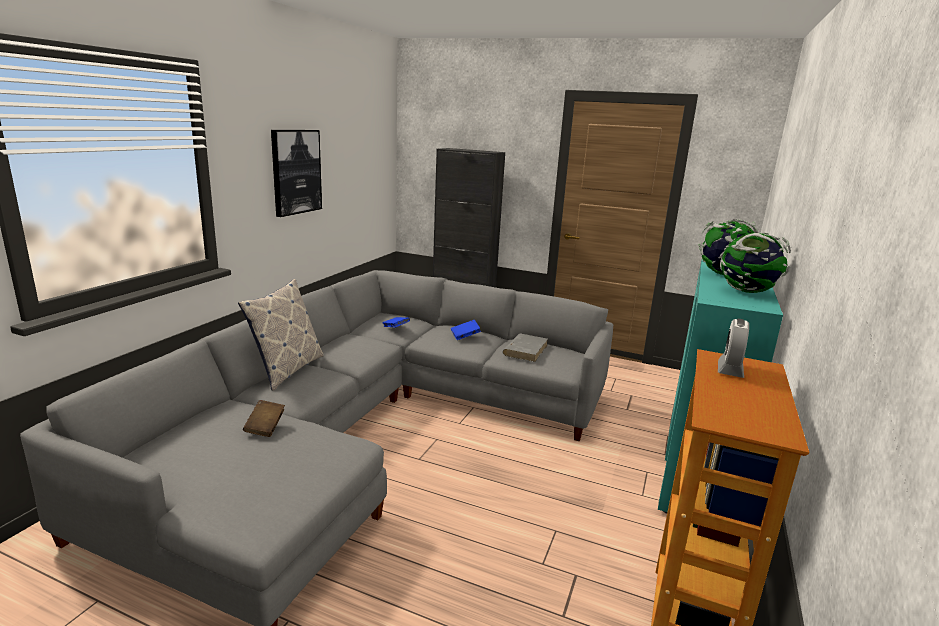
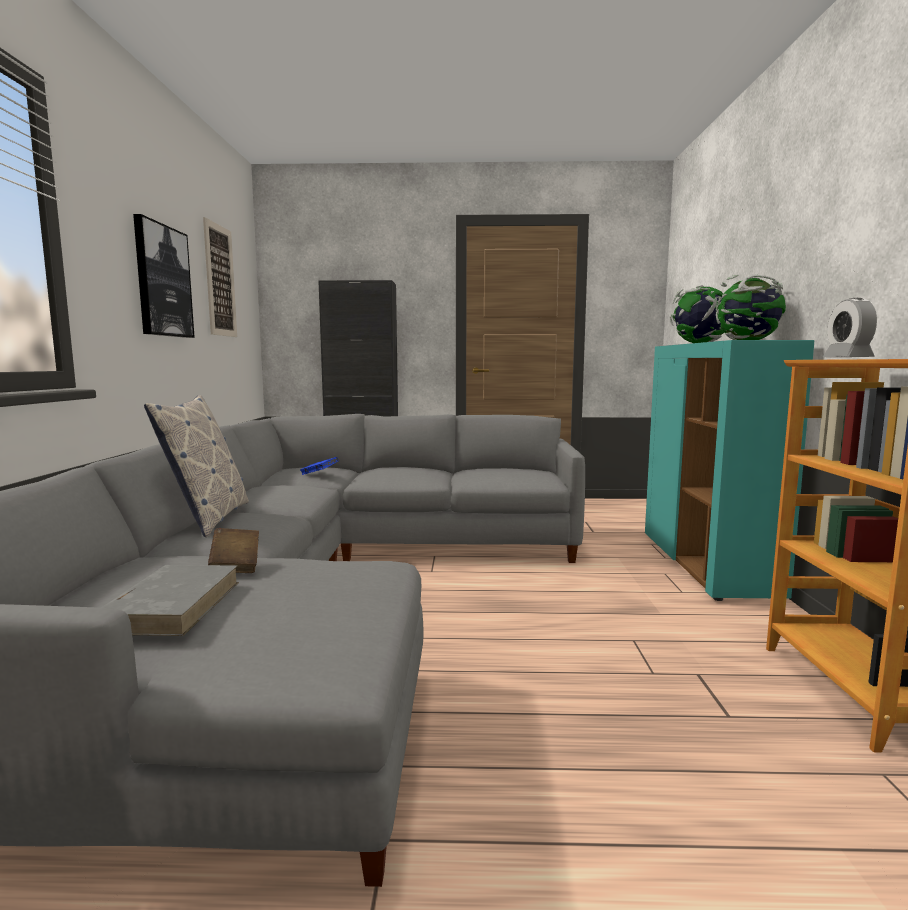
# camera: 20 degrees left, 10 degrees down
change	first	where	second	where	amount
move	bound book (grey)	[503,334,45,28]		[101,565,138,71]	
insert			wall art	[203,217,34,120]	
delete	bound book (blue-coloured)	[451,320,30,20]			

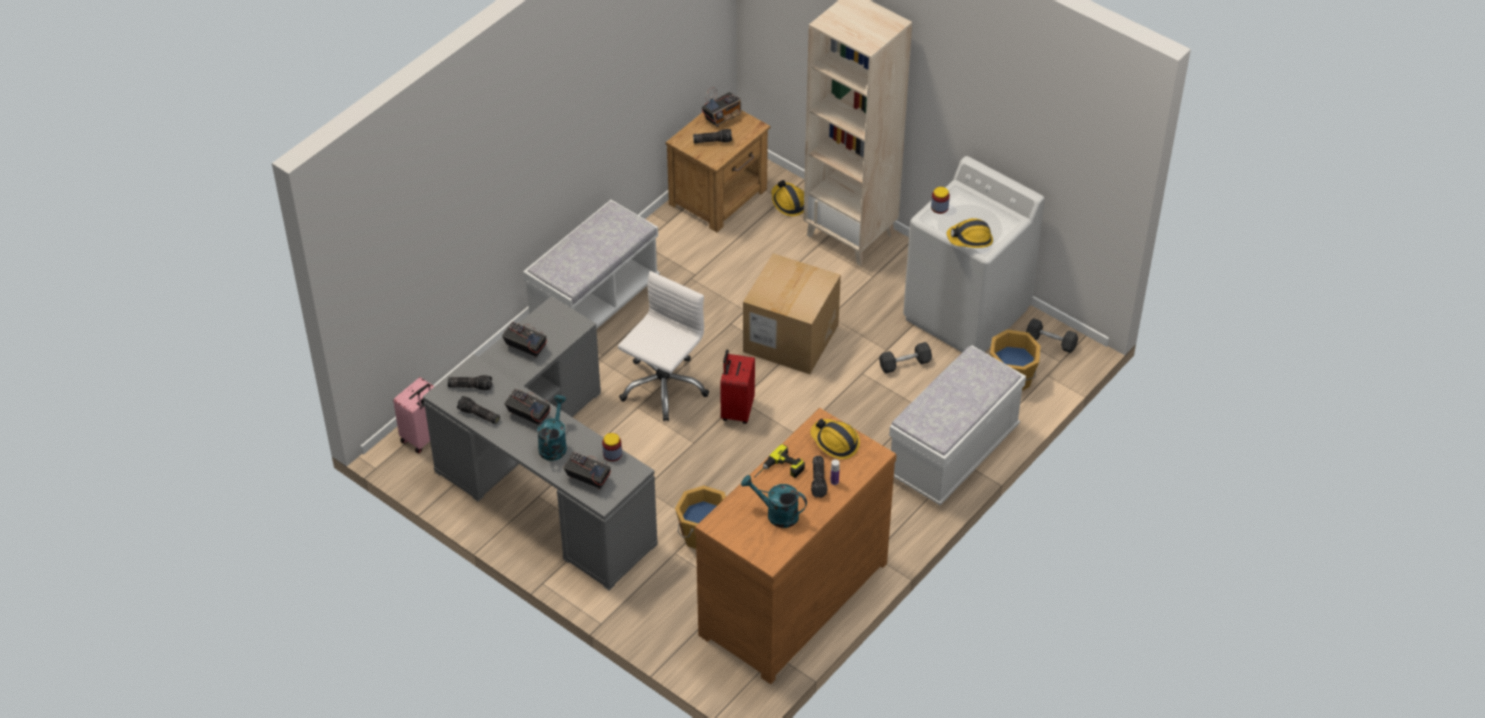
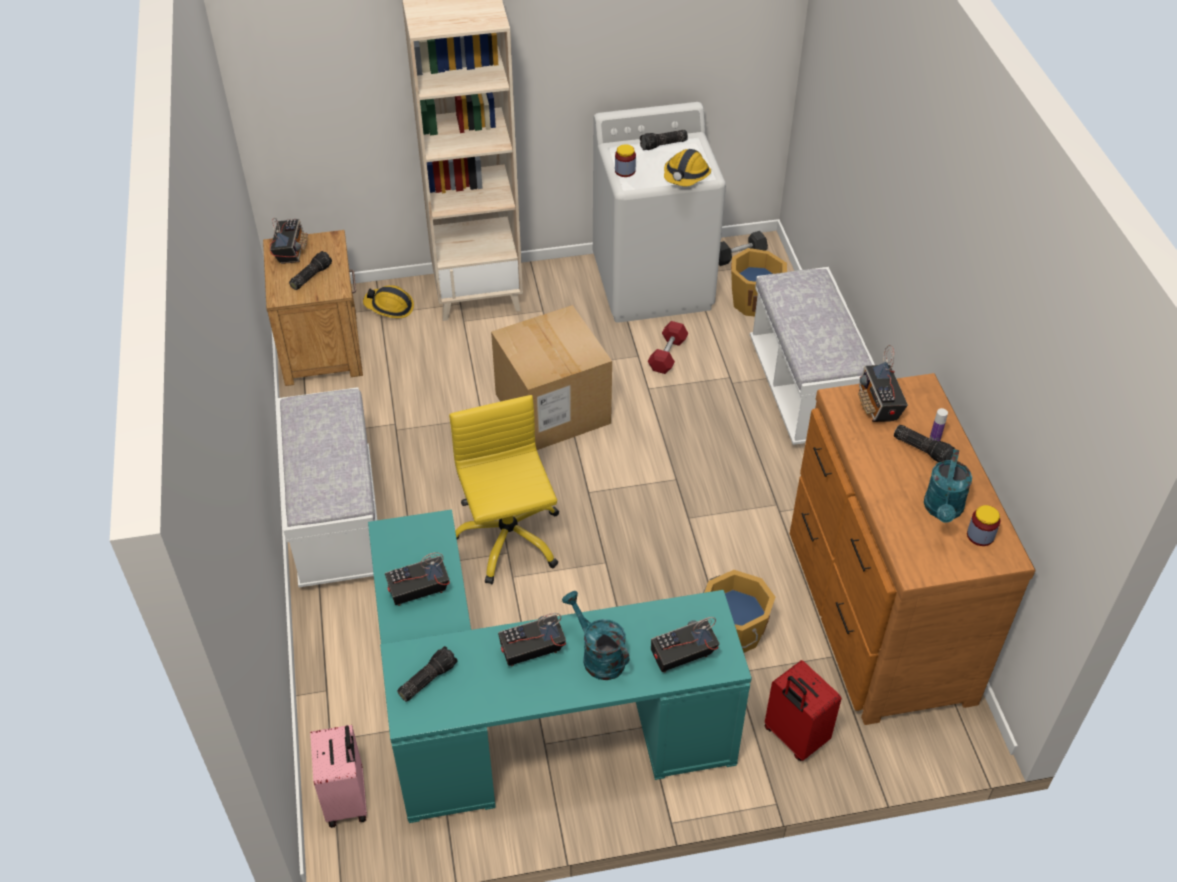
# camera: 50 degrees left, 0 degrees up
change	first	where	second	where	amount
recolor	desk table (grey)	[423,296,235,295]	desk table (blue-green)	[368,510,384,313]	
recolor	desk chair (whitish)	[618,271,91,150]	desk chair (yellow-coloured)	[449,395,110,189]	
move	torch	[457,396,43,28]		[640,130,48,20]	
recolor	hand weight (grey)	[879,342,53,31]	hand weight (reddish)	[648,321,40,53]	
move	suitcase (reddish)	[720,350,35,74]		[764,660,77,101]	
replace	hard hat	[810,418,50,41]	radio	[858,345,50,77]	
rotate	watering can (blue-green)	[741,475,66,53]		[924,449,48,74]	45 degrees counterclockwise
move	storage jar	[602,433,20,28]		[967,505,33,41]	
delete	power drill	[754,444,51,34]			

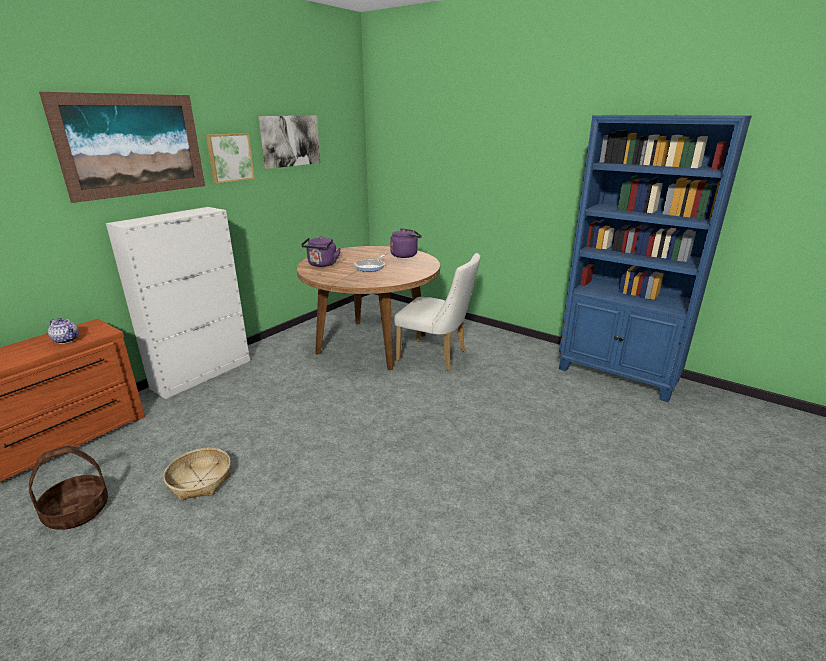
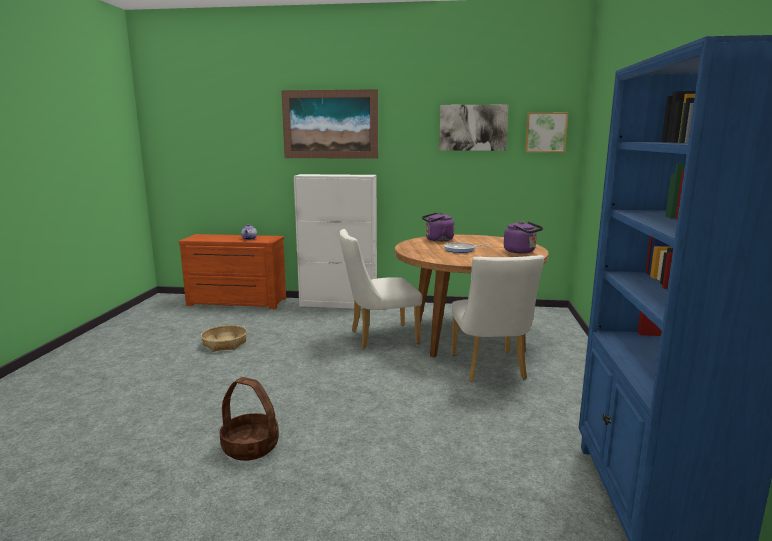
# camera: 60 degrees right, 10 degrees down
change	first	where	second	where	amount
move	household basket	[29,446,79,84]		[220,377,59,84]	
insert			upright chair (whitish)	[339,229,83,120]	
move	wall art	[206,133,49,51]		[525,112,43,40]	

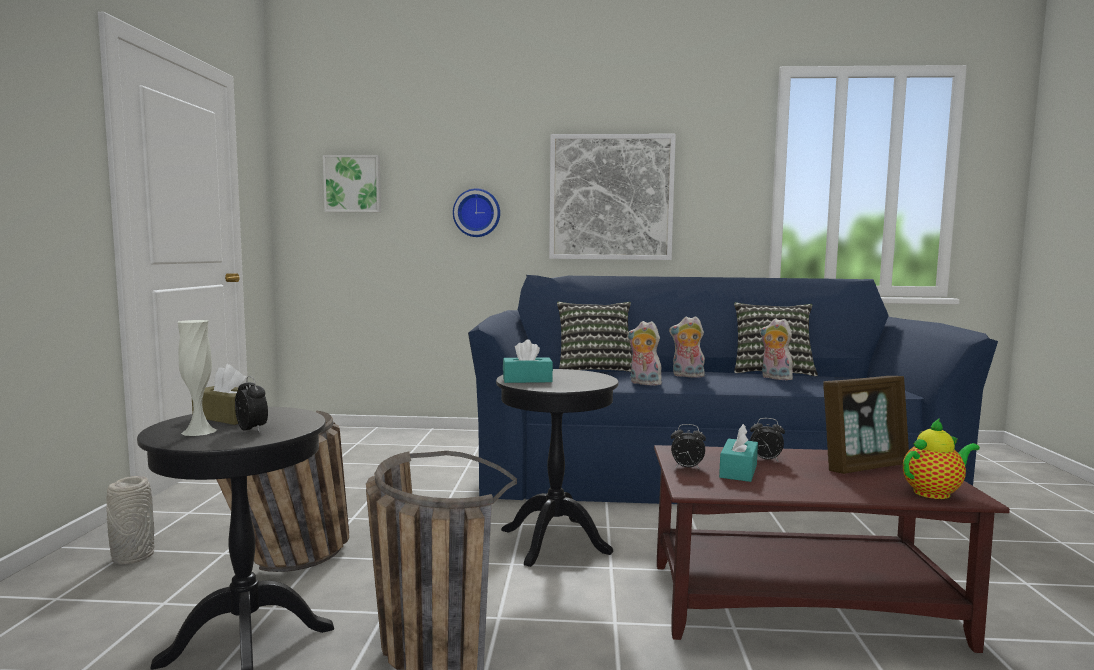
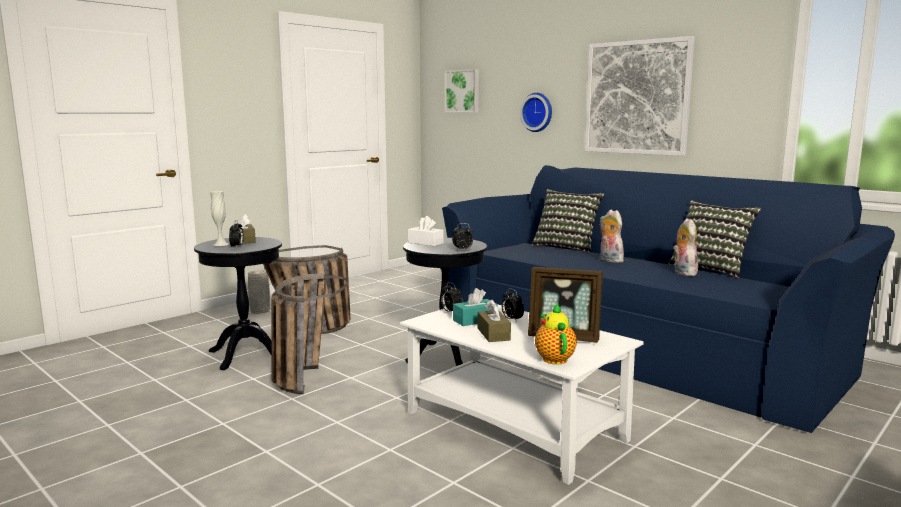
# camera: 40 degrees right, 5 degrees up
change	first	where	second	where	amount
recolor	low table (brown)	[654,445,356,208]	low table (whitish)	[400,301,244,184]	
recolor	tissue holder (blue-green)	[503,339,50,44]	tissue holder (whitish)	[408,216,36,30]	
insert			alarm clock	[452,223,21,27]	
insert			tissue holder (brown)	[478,299,33,43]	
rotate	tea pot	[903,418,77,81]		[535,304,42,60]	120 degrees counterclockwise
delete	cuddly toy	[627,321,35,64]			

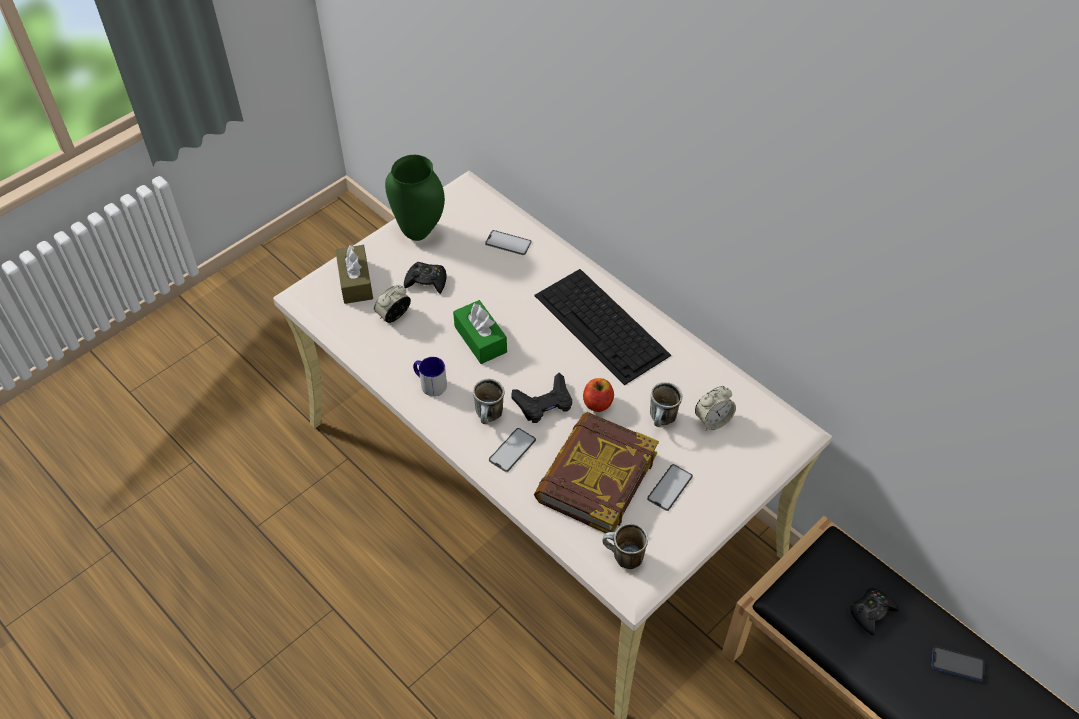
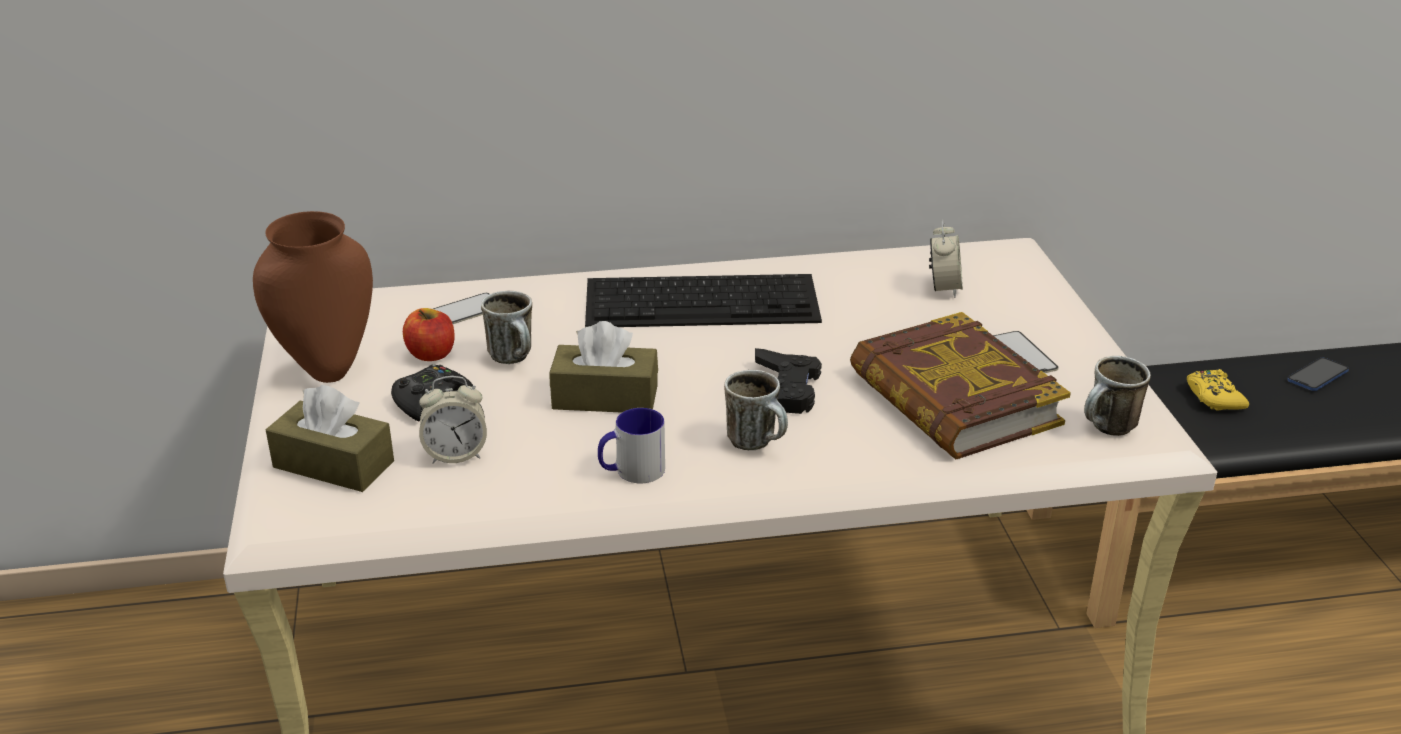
# camera: 55 degrees left, 20 degrees down
change	first	where	second	where	amount
recolor	vase (green)	[385,155,60,86]	vase (brown)	[253,211,120,172]	
move	whole apple	[583,378,31,34]		[403,308,52,53]	
rotate	alarm clock	[374,285,37,38]		[419,376,68,88]	90 degrees counterclockwise
move	coffee mug	[650,382,32,45]		[481,291,51,73]	
recolor	tissue holder (green)	[453,300,54,64]	tissue holder (brown)	[549,321,109,92]	
recolor	joypad (blackish)	[851,588,48,47]	joypad (yellow-coloured)	[1187,369,62,42]	
delete	telephone	[489,428,47,44]			

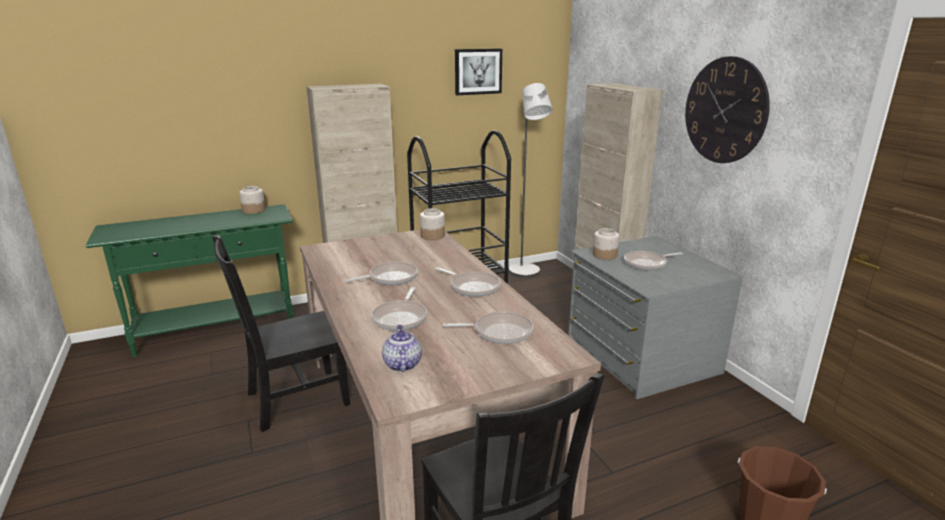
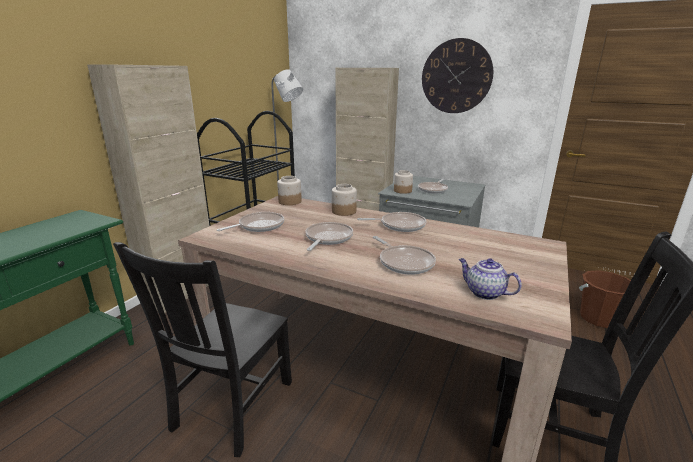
# camera: 40 degrees left, 0 degrees up
change	first	where	second	where	amount
move	pan	[443,311,91,33]		[217,212,67,20]	
move	storage jar	[239,186,26,28]		[332,184,25,32]	
delete	wall art	[455,49,47,46]			

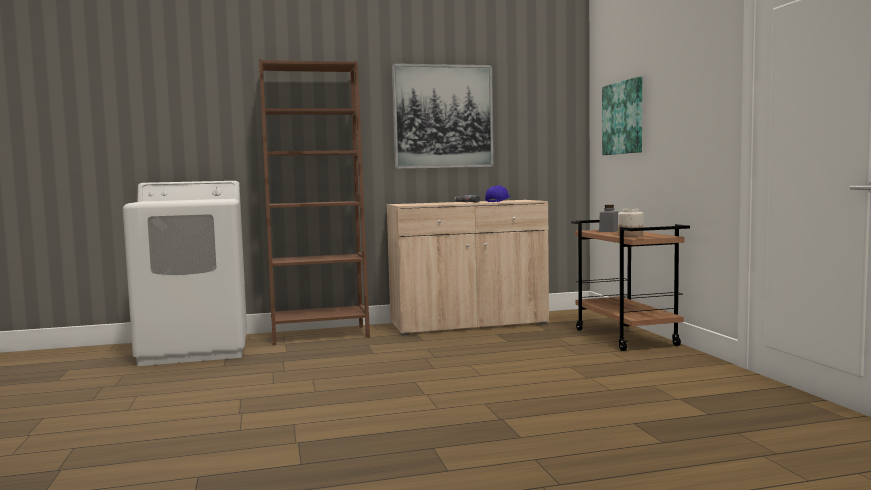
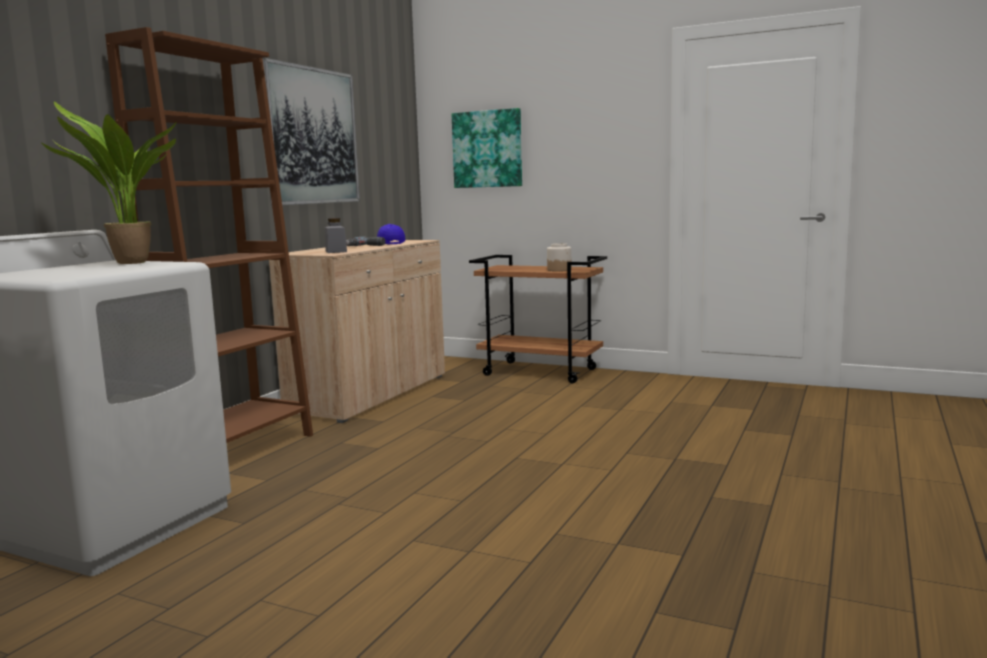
# camera: 50 degrees left, 5 degrees up
change	first	where	second	where	amount
insert			potted plant	[41,101,135,163]	
move	storage jar (grey)	[599,205,20,27]		[325,218,22,35]	

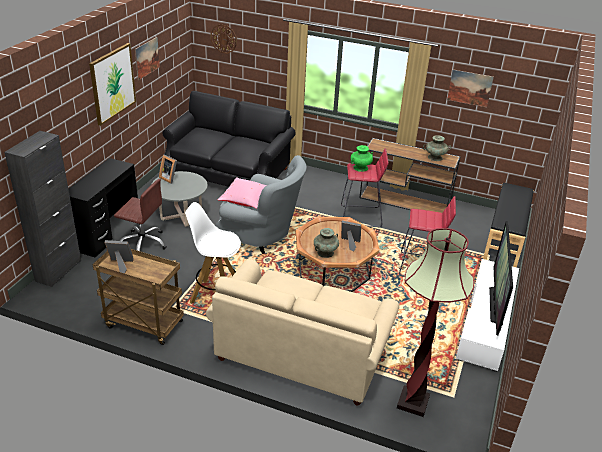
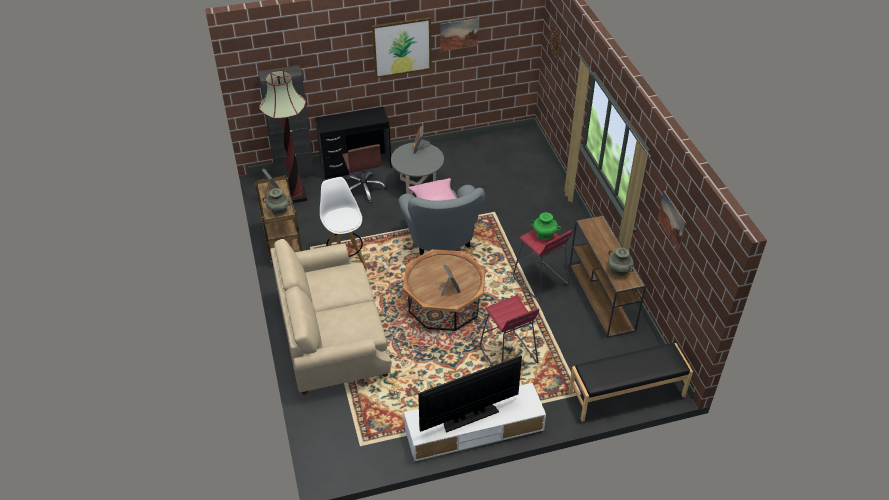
# camera: 55 degrees right, 10 degrees up
change	first	where	second	where	amount
move	standard lamp	[397,228,77,189]		[259,70,48,133]	
move	vase (blue-green)	[314,228,25,30]		[262,188,31,28]	
delete	couch (blackish)	[162,91,134,96]			

